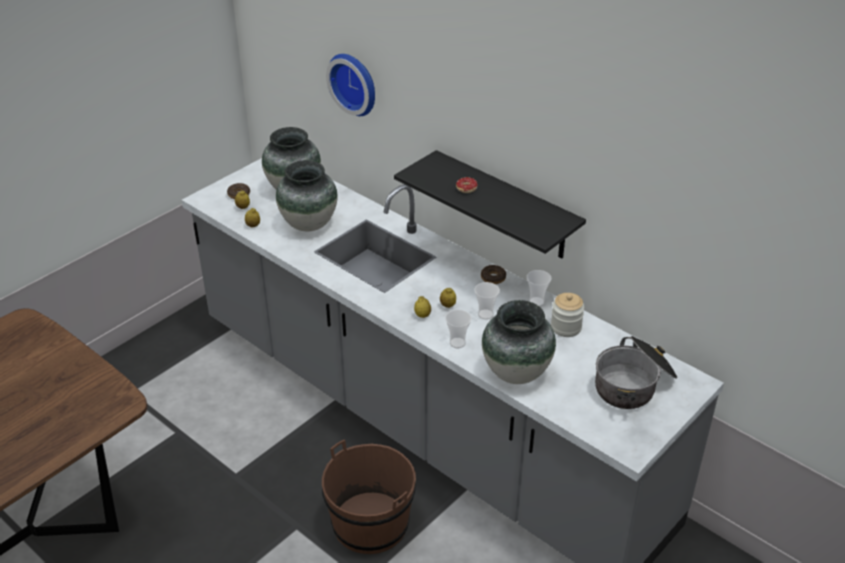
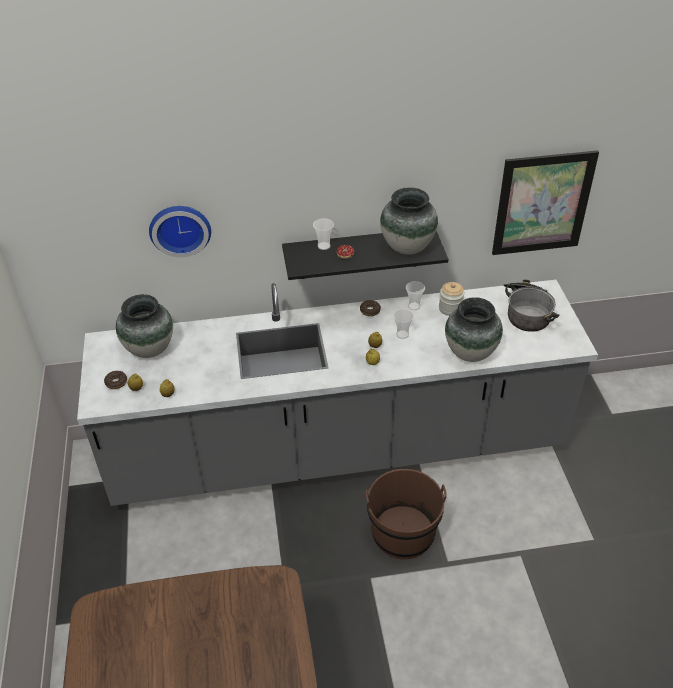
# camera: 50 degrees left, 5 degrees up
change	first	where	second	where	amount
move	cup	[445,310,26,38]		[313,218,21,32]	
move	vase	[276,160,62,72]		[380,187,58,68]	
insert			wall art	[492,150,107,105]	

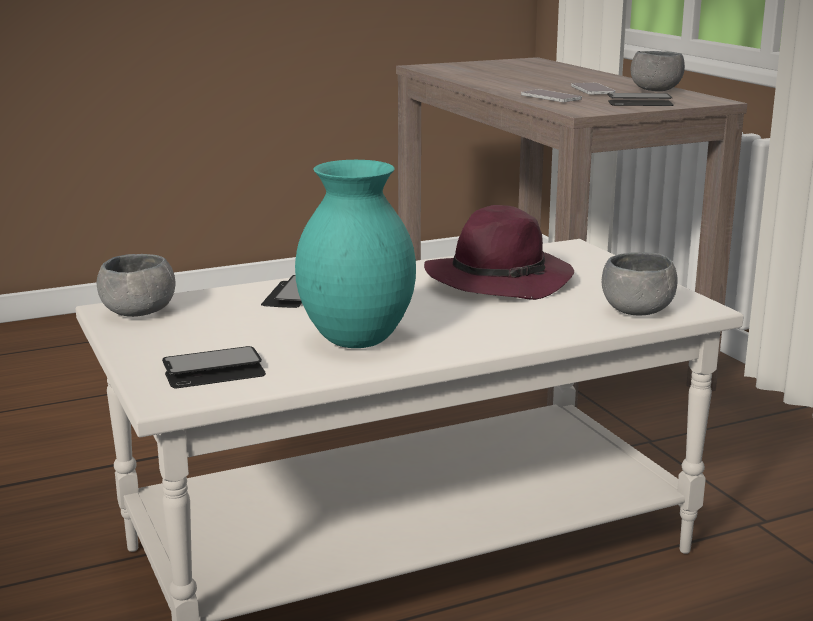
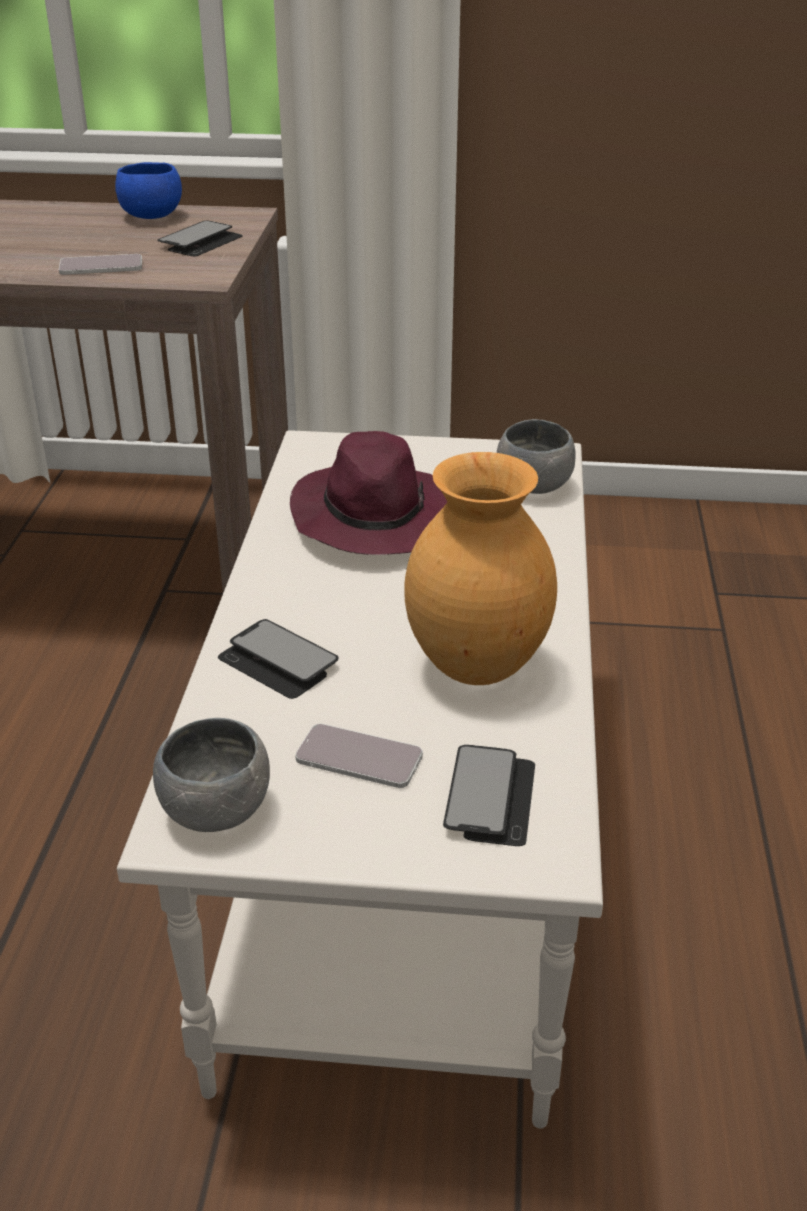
# camera: 60 degrees left, 15 degrees up
change	first	where	second	where	amount
recolor	deep dish (grey)	[631,51,54,40]	deep dish (blue-coloured)	[115,162,67,57]	
move	telephone	[571,83,44,12]		[295,724,128,64]	
recolor	vase (blue-green)	[295,160,121,188]	vase (brown)	[404,452,153,233]	

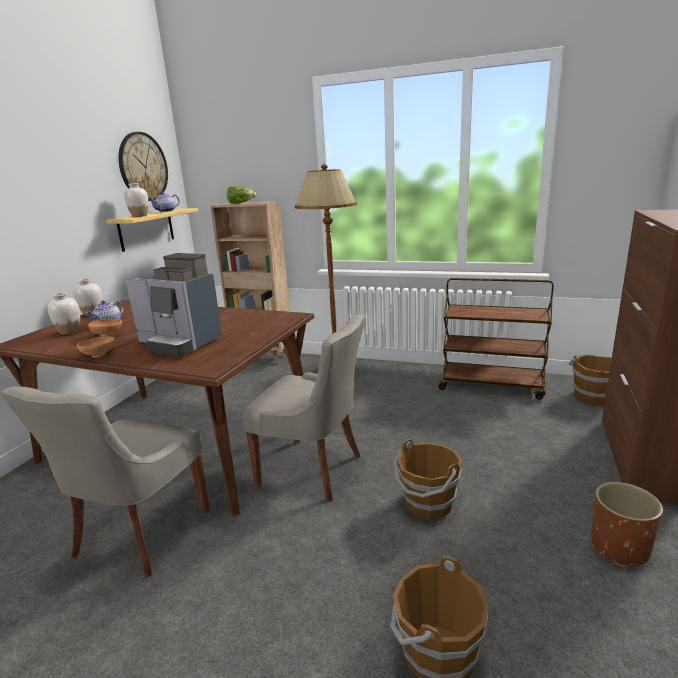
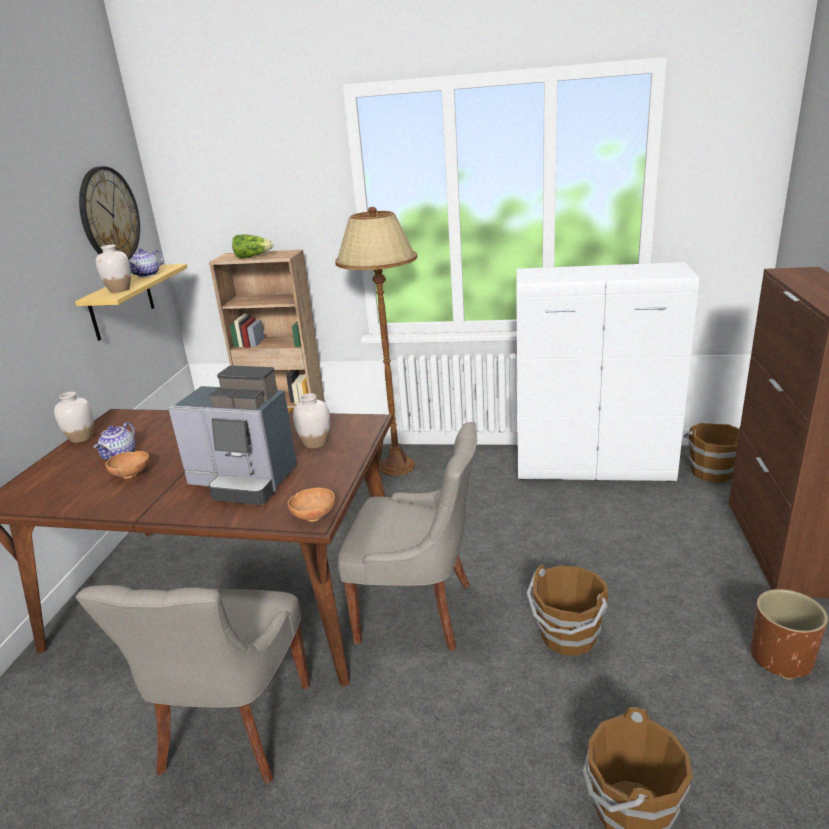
# camera: 10 degrees left, 5 degrees up
change	first	where	second	where	amount
move	deep dish (brown)	[77,336,38,22]		[287,488,48,34]	
move	vase (whitish)	[47,293,33,42]		[293,393,37,56]	
replace	trolley (brown)	[438,278,116,122]	cabinet (whitish)	[516,262,183,220]	

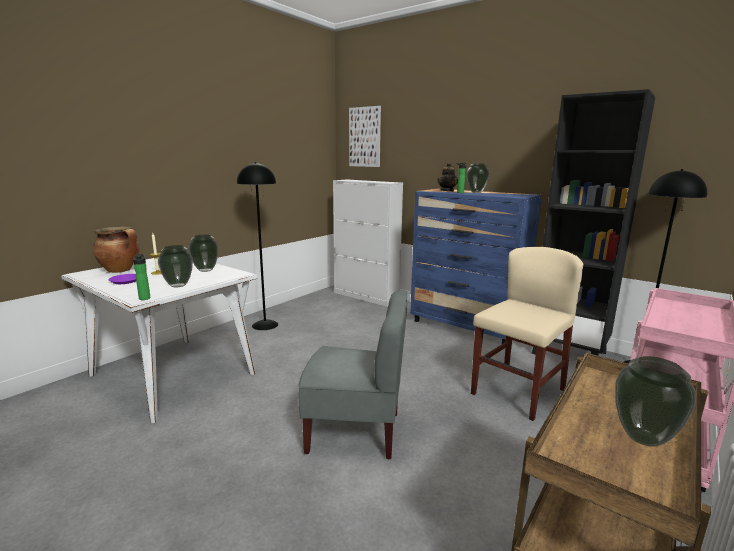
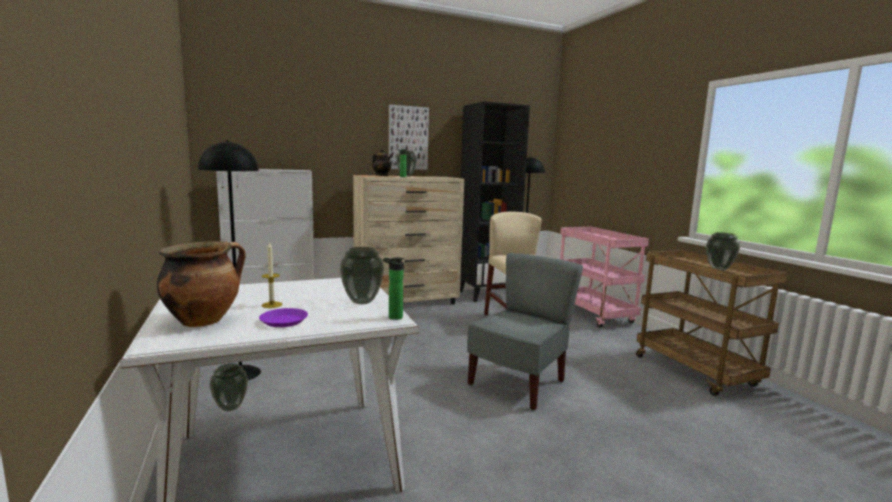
# camera: 60 degrees left, 5 degrees down
change	first	where	second	where	amount
move	vase	[188,235,31,37]		[210,363,38,48]	
recolor	chest of drawers (blue-coloured)	[410,189,132,155]	chest of drawers (sand-coloured)	[353,175,111,129]	
move	wall art	[349,106,32,61]		[388,104,41,66]	

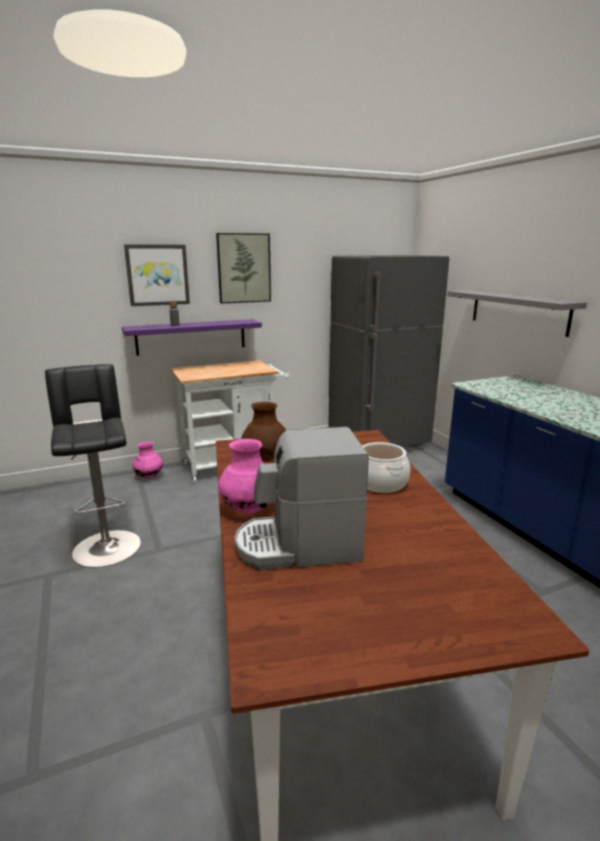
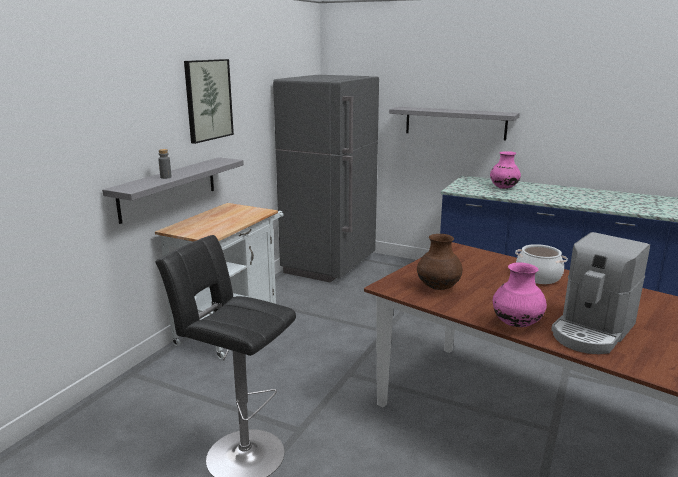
# camera: 40 degrees left, 0 degrees up
change	first	where	second	where	amount
recolor	bracket shelf (purple)	[122,319,140,37]	bracket shelf (grey)	[102,157,142,67]	
move	vase (pink)	[132,442,31,36]		[490,151,31,38]	
delete	wall art	[124,244,66,62]			

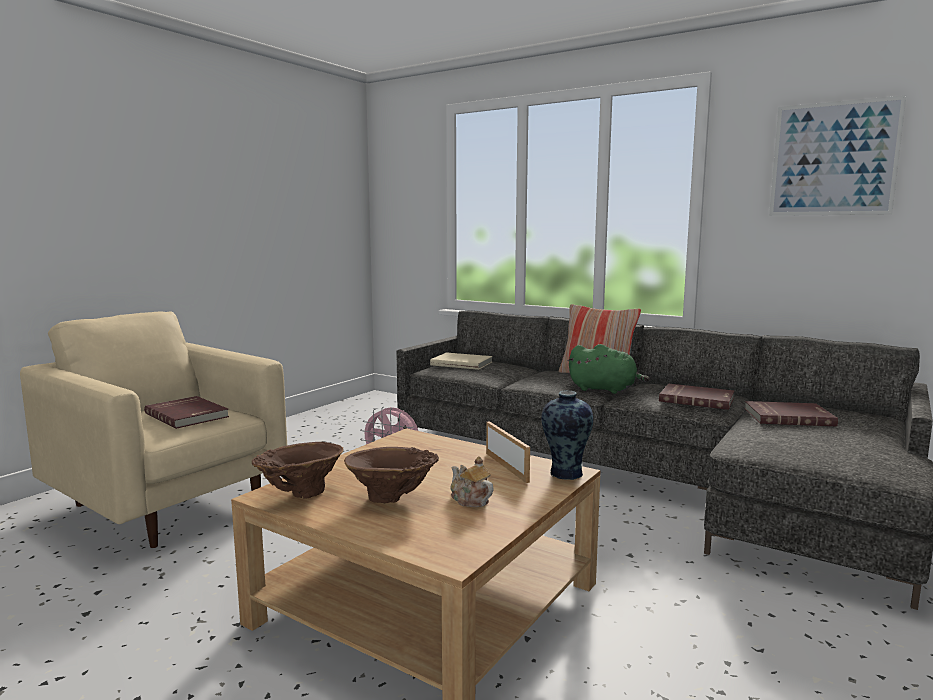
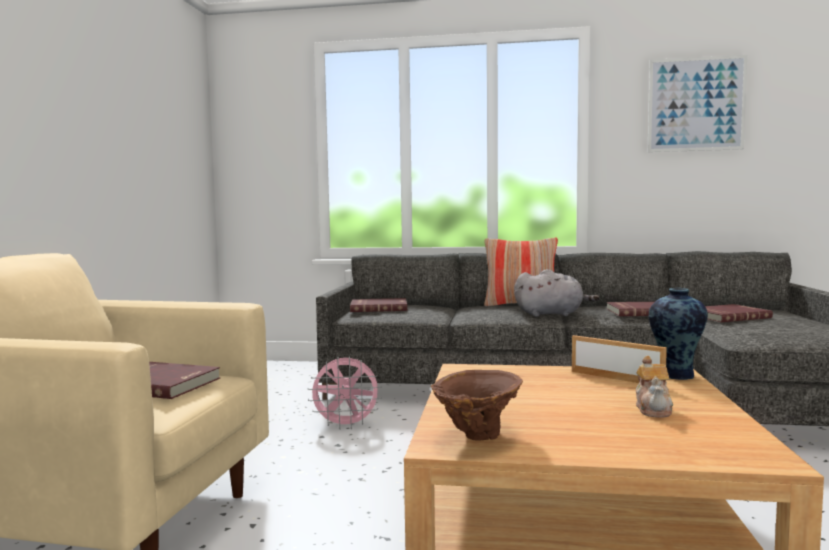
# camera: 25 degrees left, 5 degrees down
change	first	where	second	where	amount
recolor	bound book (sand-coloured)	[430,352,62,18]	bound book (reddish)	[350,298,57,14]	
recolor	cuddly toy (green)	[568,344,82,50]	cuddly toy (grey)	[514,269,86,48]	
rotate	tea pot	[451,456,43,51]		[636,356,37,62]	105 degrees counterclockwise
delete	vase (brown)	[344,447,95,56]			

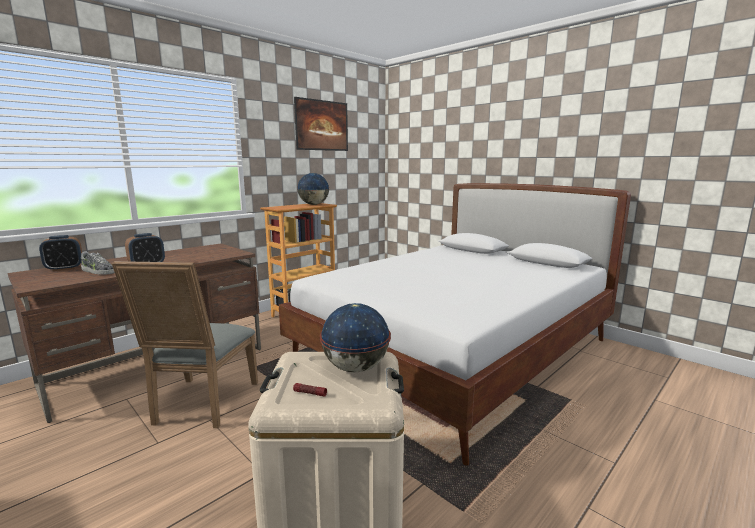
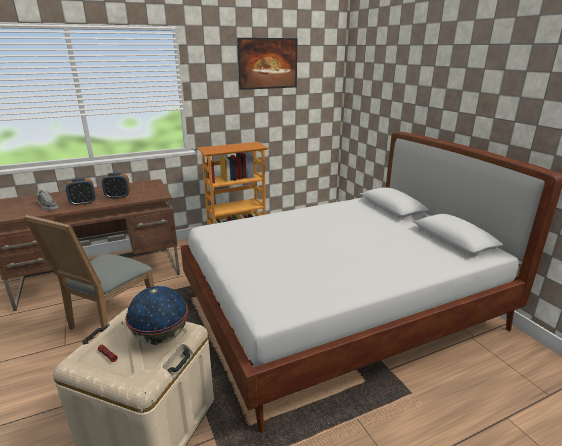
# camera: 20 degrees right, 10 degrees up
change	first	where	second	where	amount
move	alarm clock	[39,235,43,36]		[102,172,28,27]	
delete	world globe	[297,173,32,32]			

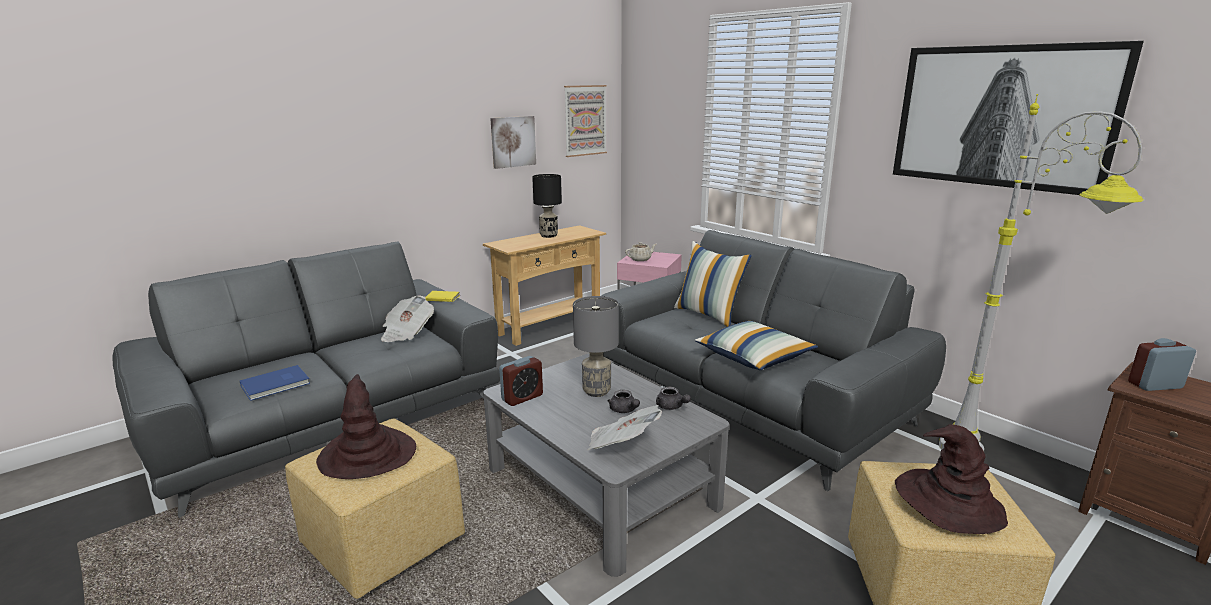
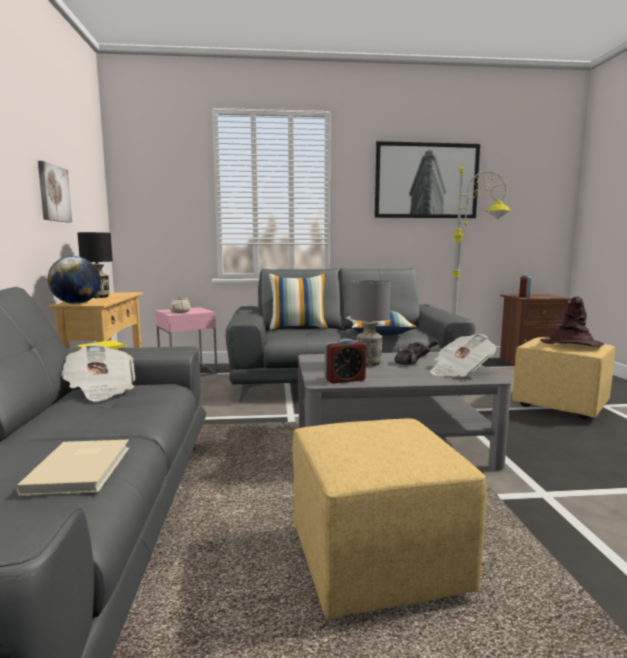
# camera: 55 degrees left, 10 degrees down
change	first	where	second	where	amount
recolor	bound book (blue-coloured)	[240,365,70,36]	bound book (sand-coloured)	[16,440,113,56]	
insert			world globe	[48,256,53,48]	
rotate	alarm clock	[499,356,44,50]		[325,339,41,45]	75 degrees clockwise
delete	wearable hat (brown)	[316,374,100,105]			
delete	wall art	[564,85,43,72]			

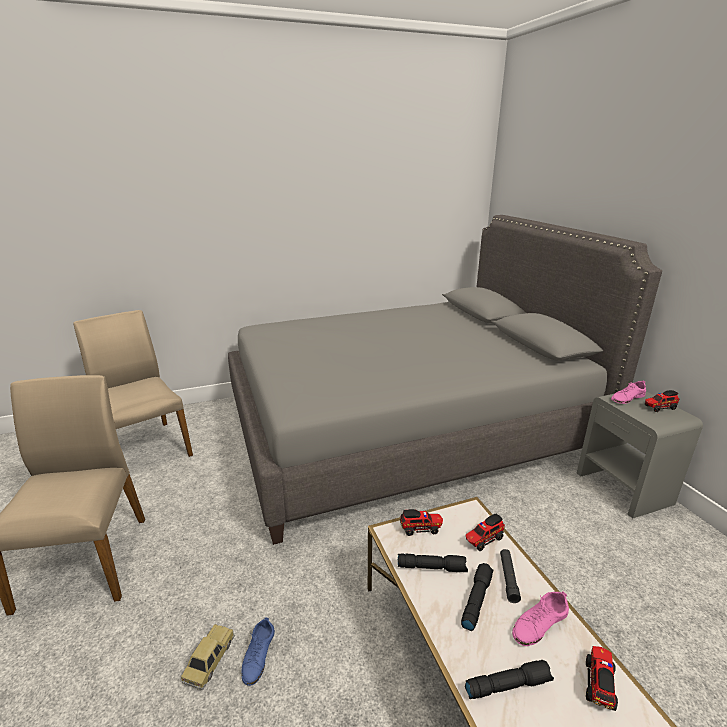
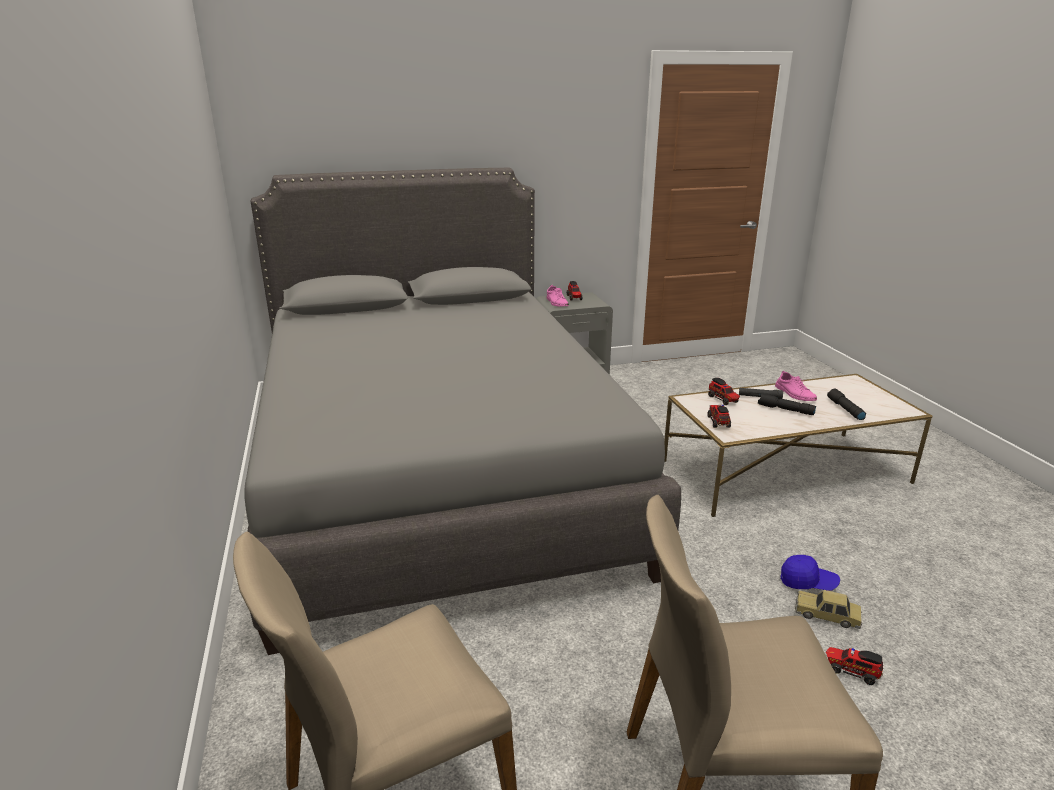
# camera: 85 degrees left, 0 degrees up
change	first	where	second	where	amount
replace	low shoe (blue-coloured)	[241,617,34,69]	cap (blue-coloured)	[781,555,59,36]	
move	model truck	[586,646,32,65]		[826,647,57,38]	
delete	torch (blackish)	[397,554,71,18]			

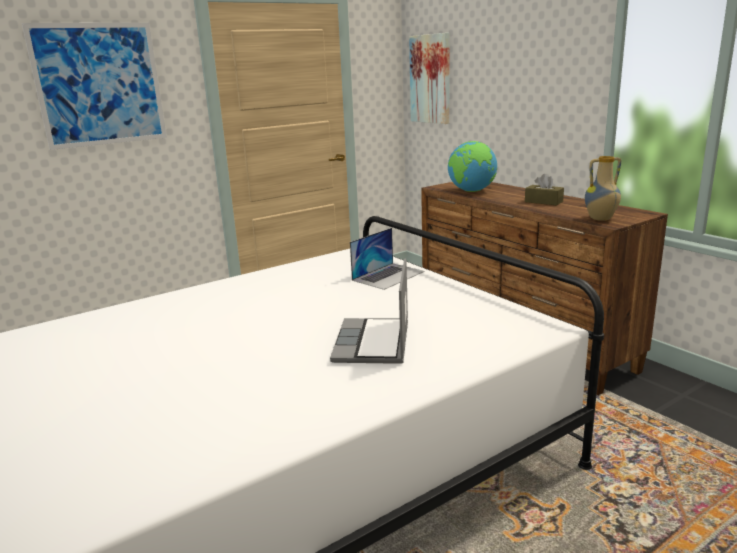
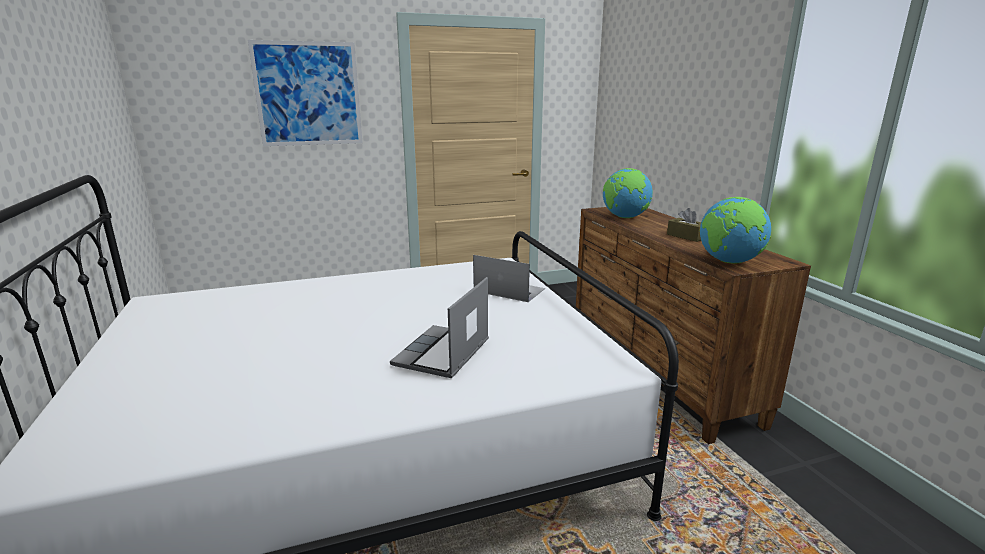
# camera: 15 degrees right, 0 degrees up
change	first	where	second	where	amount
rotate	portable computer	[350,228,75,62]		[473,255,72,47]	120 degrees counterclockwise
replace	vase	[585,156,36,65]	world globe	[700,197,71,67]	
delete	wall art	[409,33,41,91]			

